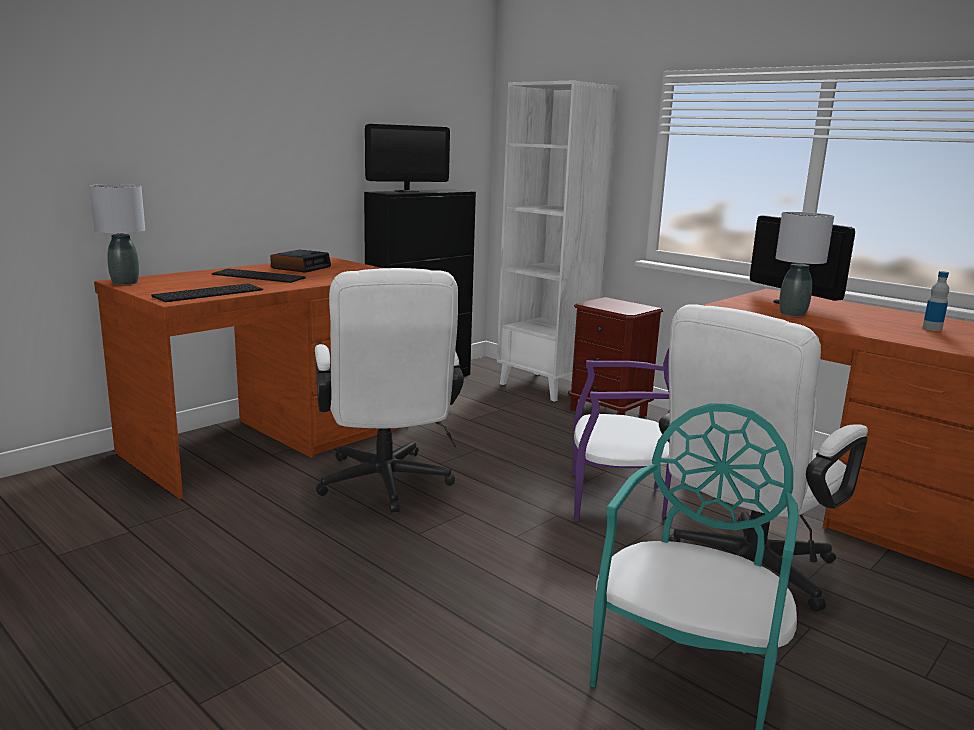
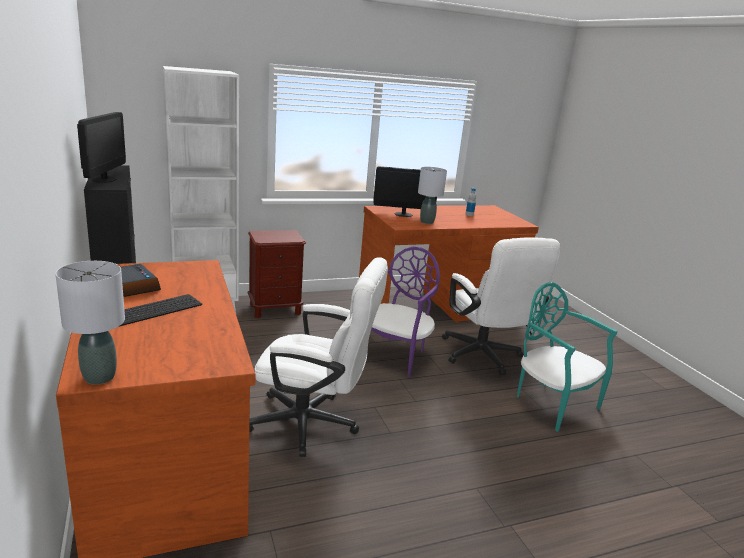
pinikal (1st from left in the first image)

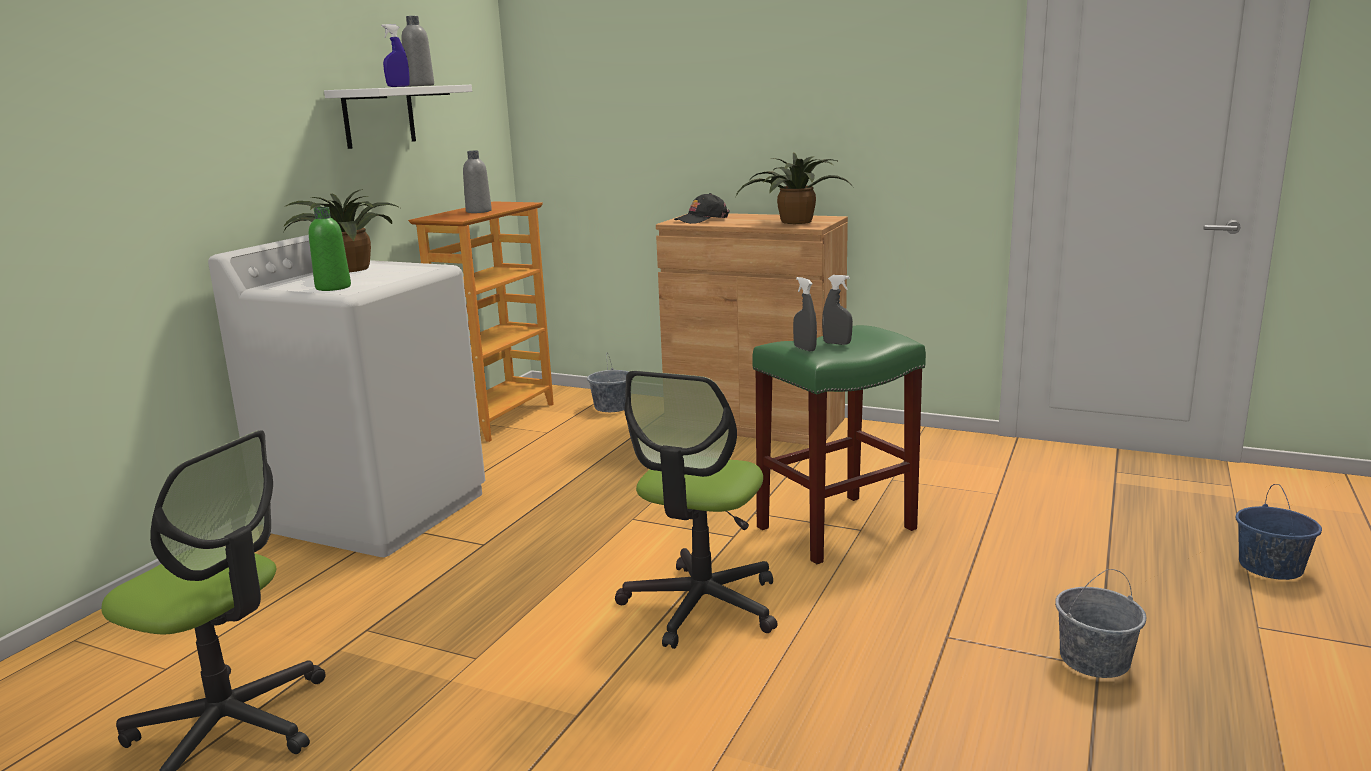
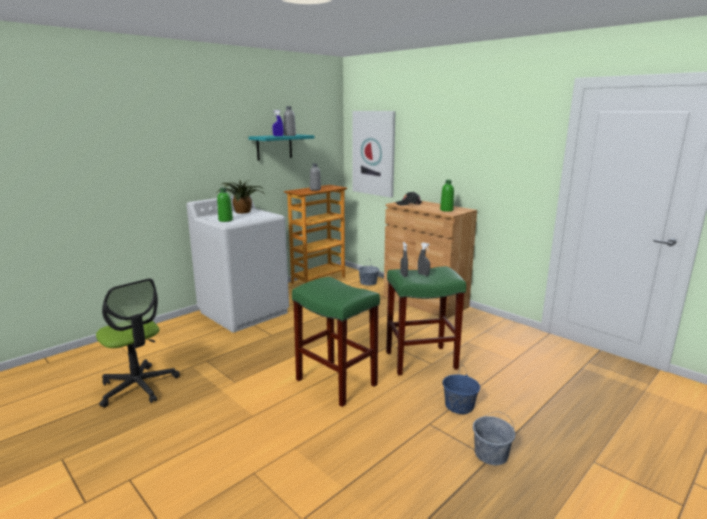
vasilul
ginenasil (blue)
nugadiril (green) (1st from left)
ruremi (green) (2nd from left)
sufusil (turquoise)

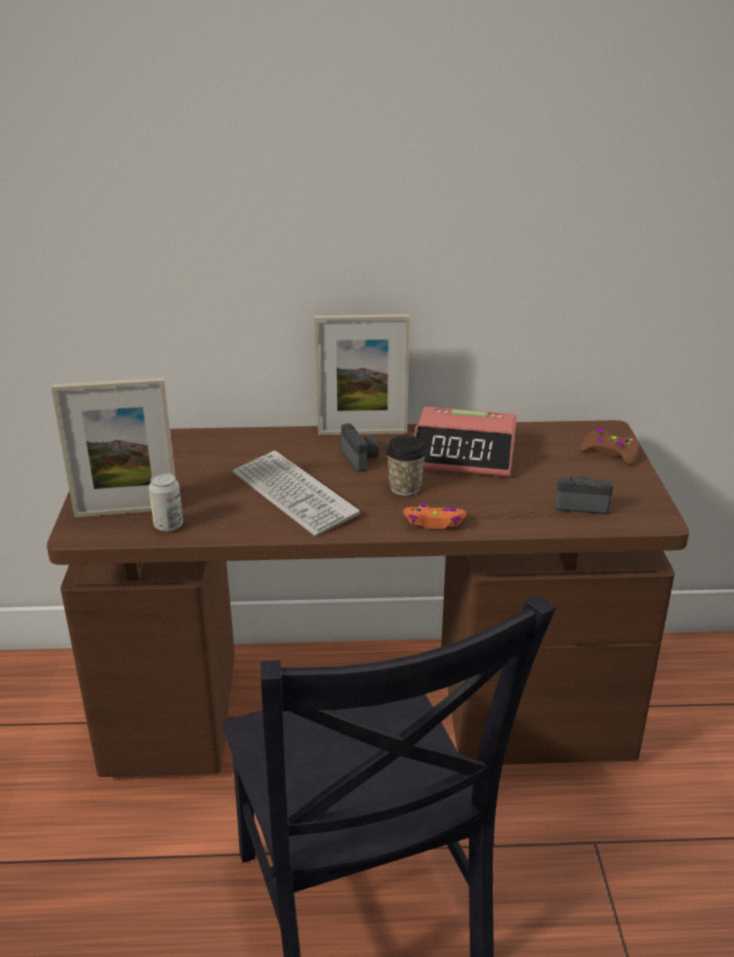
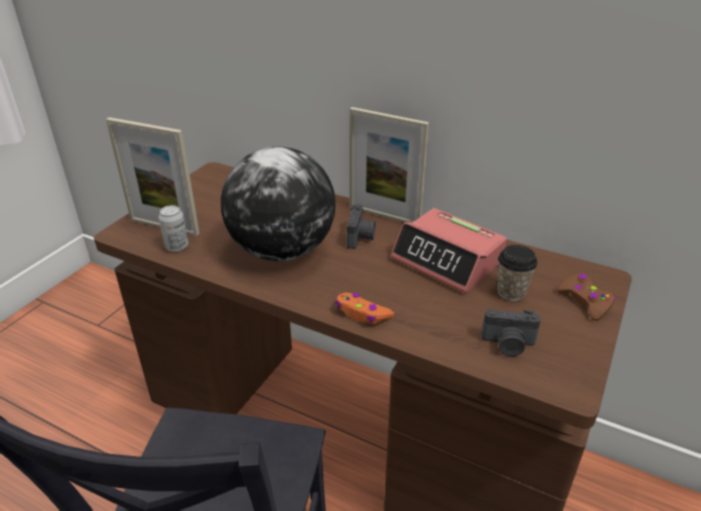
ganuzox
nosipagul
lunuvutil (2nd from left)

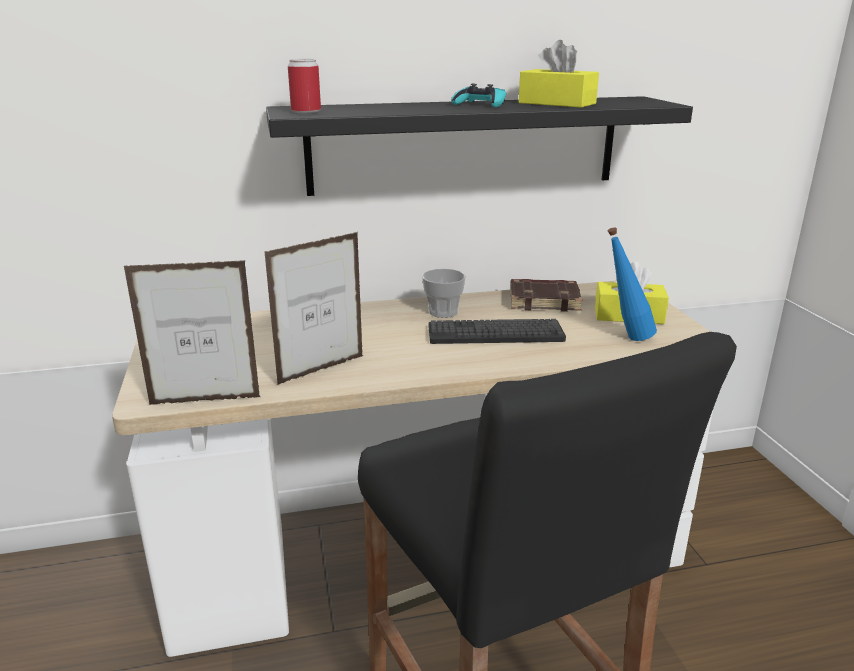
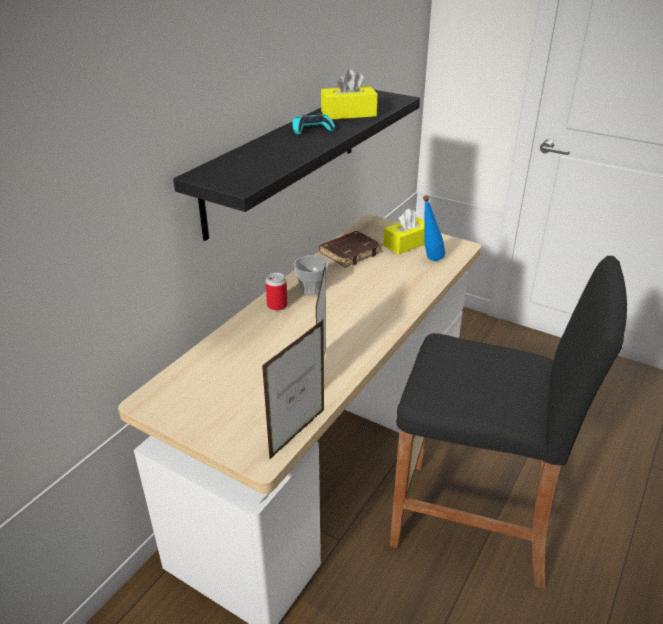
pinikal
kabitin

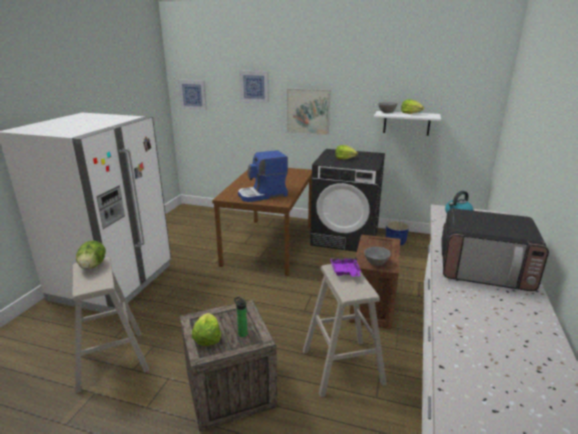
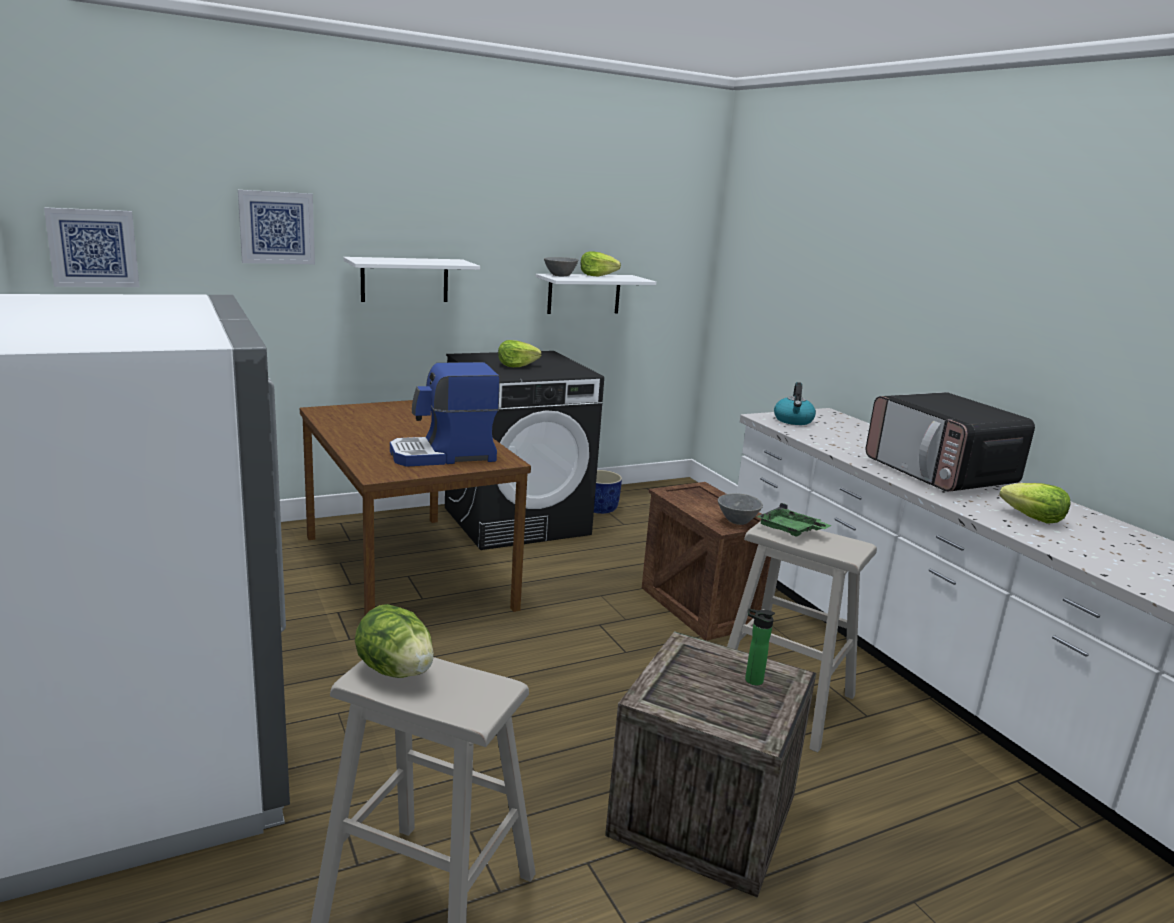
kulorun (4th from left)
sufusil (white) (1st from left)
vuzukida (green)
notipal
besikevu

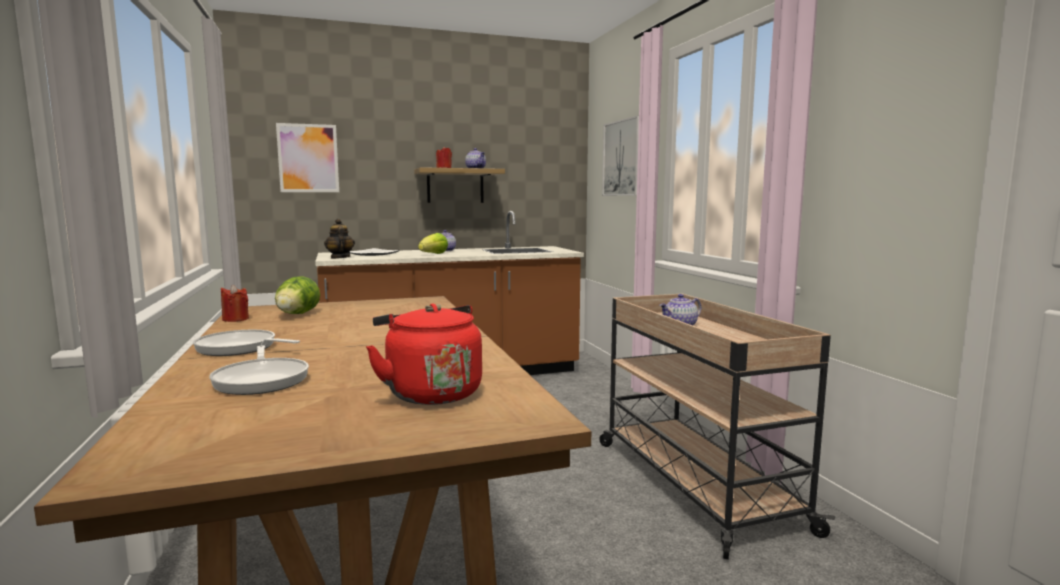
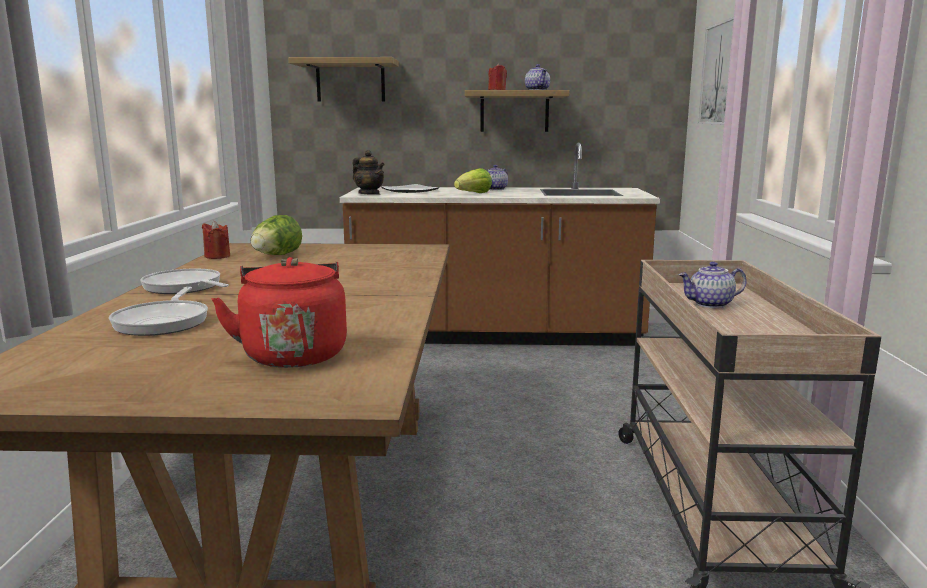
sufusil (1st from left)
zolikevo (1st from left)

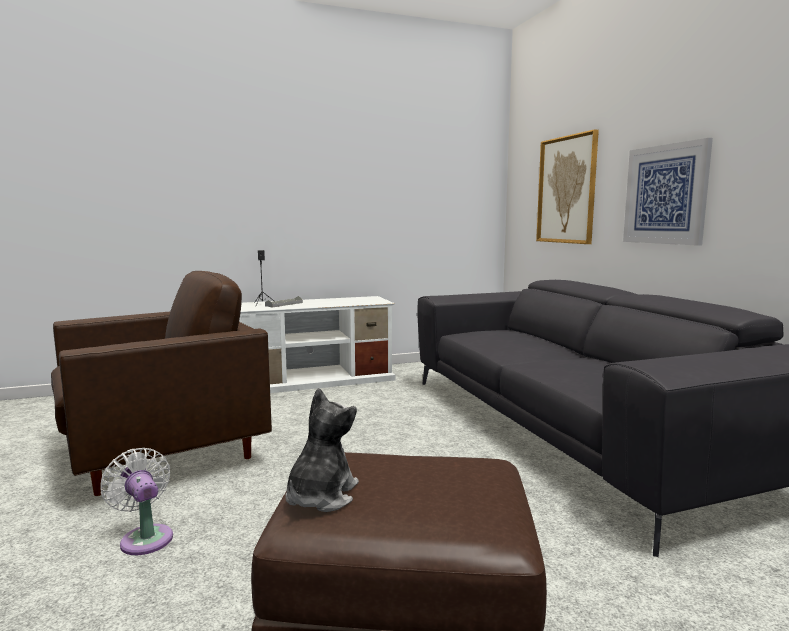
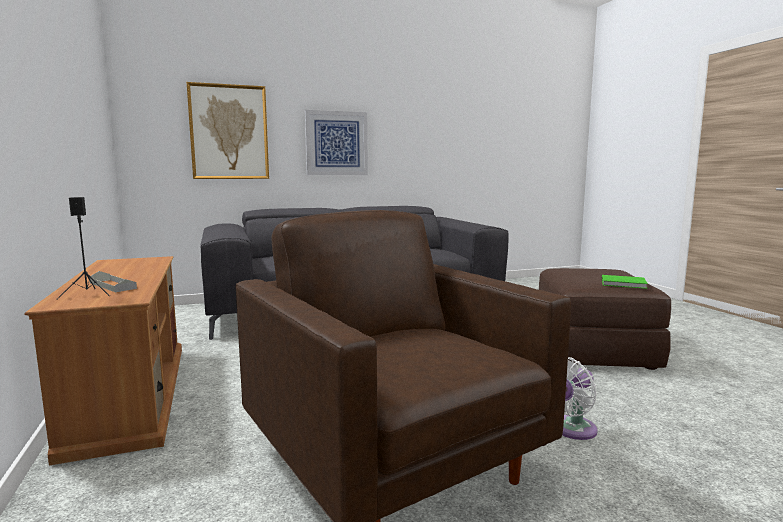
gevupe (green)
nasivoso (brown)

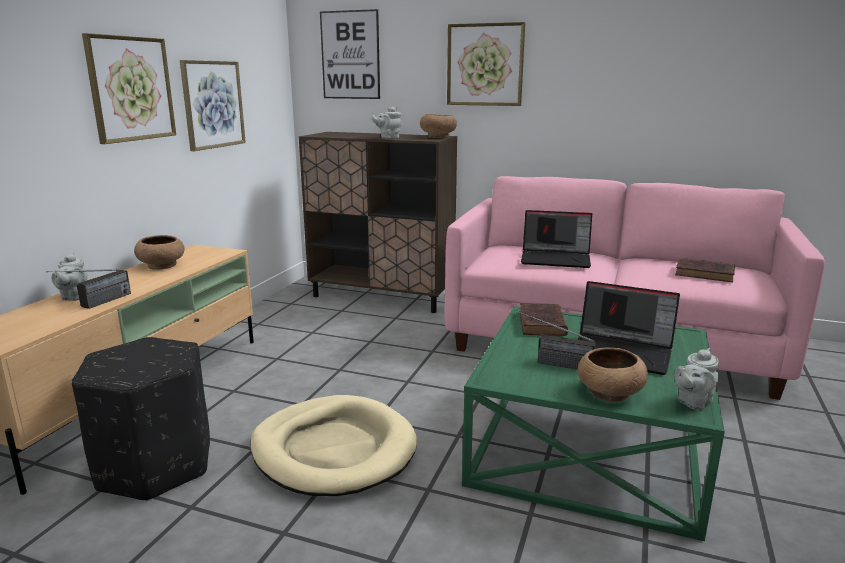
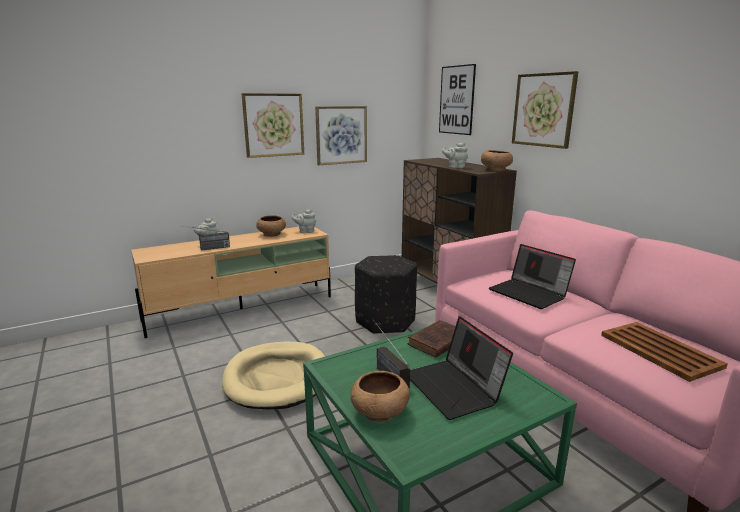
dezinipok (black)
zolikevo (grey) (2nd from left)
vuzukida (brown)

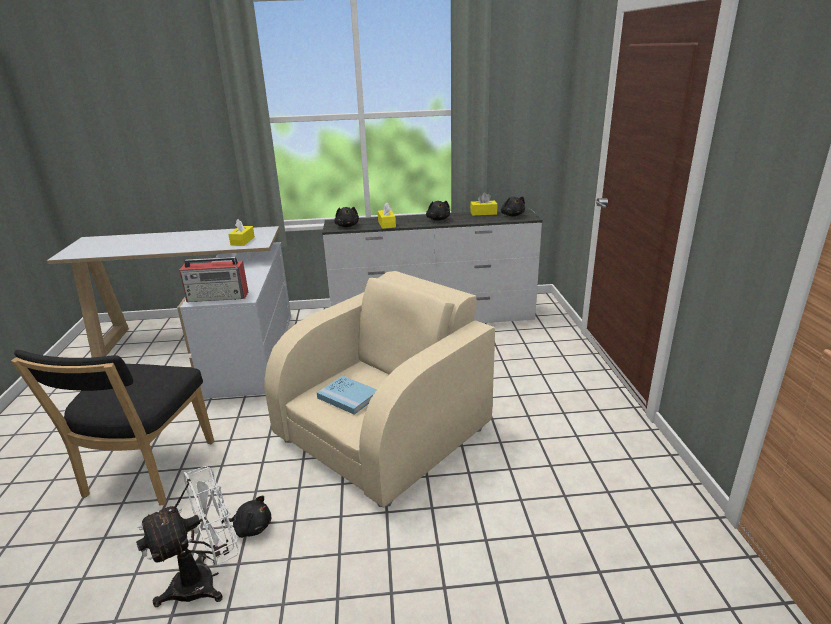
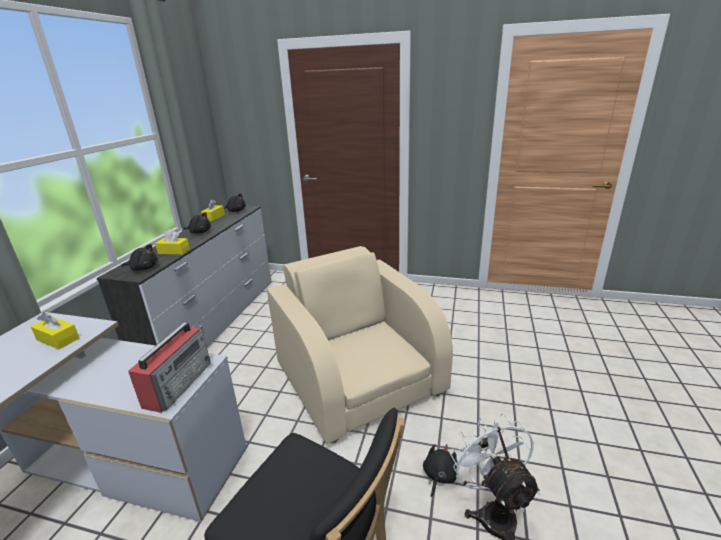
gevupe (blue)

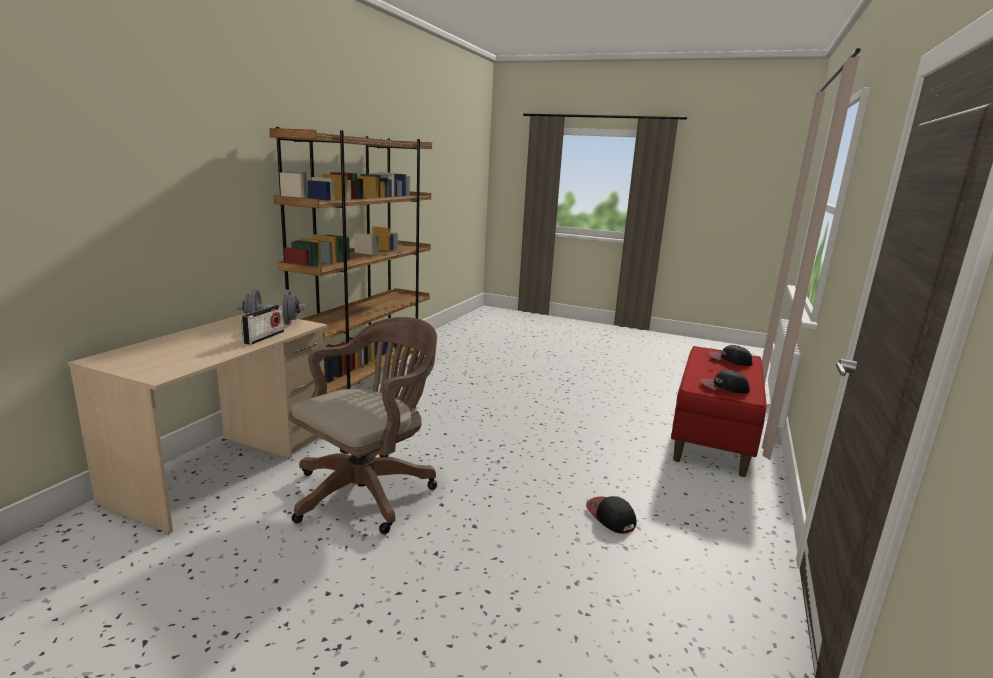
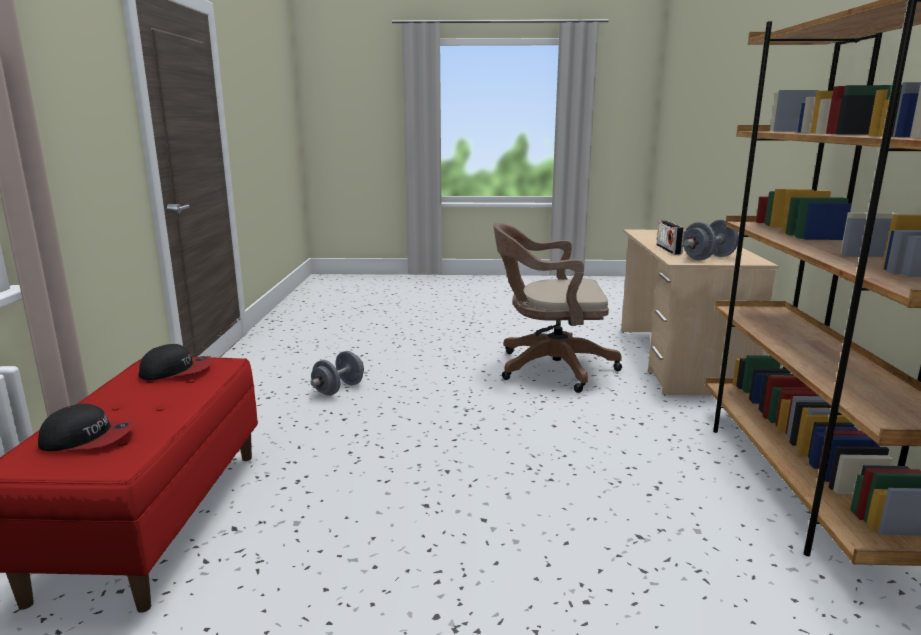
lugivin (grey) (1st from left)
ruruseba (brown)

